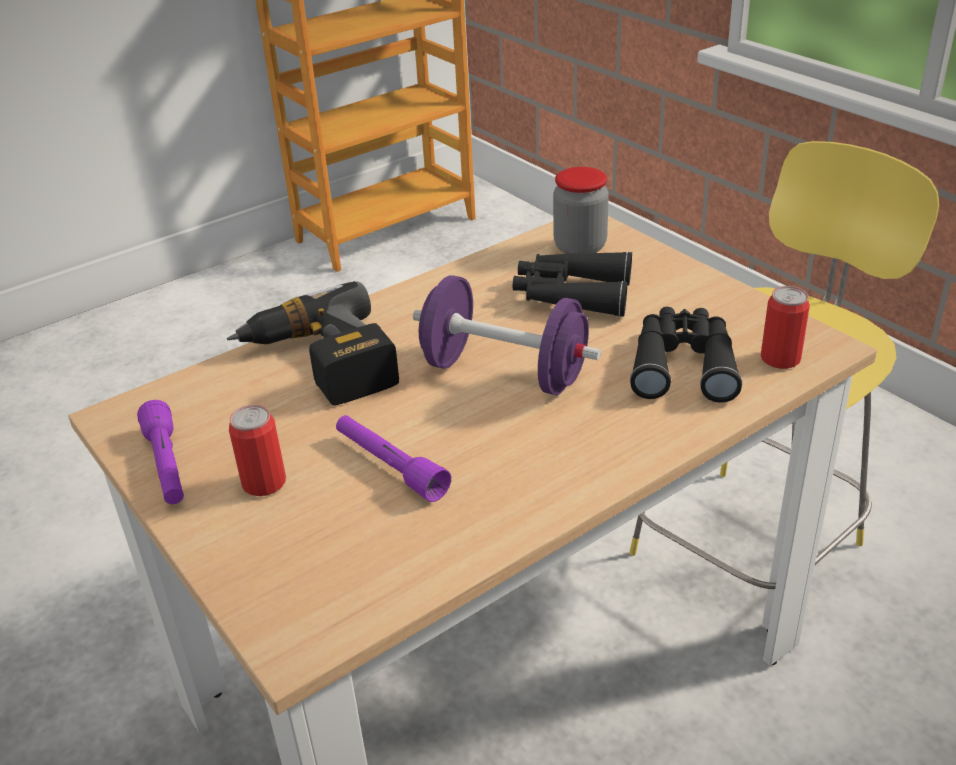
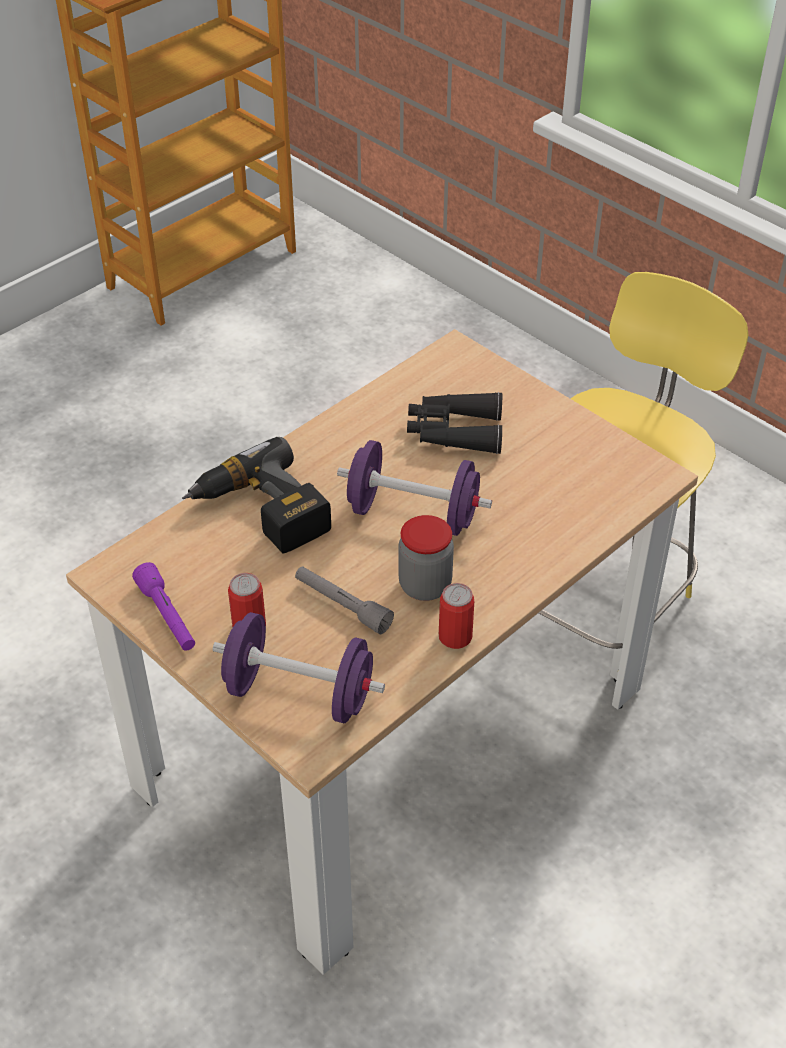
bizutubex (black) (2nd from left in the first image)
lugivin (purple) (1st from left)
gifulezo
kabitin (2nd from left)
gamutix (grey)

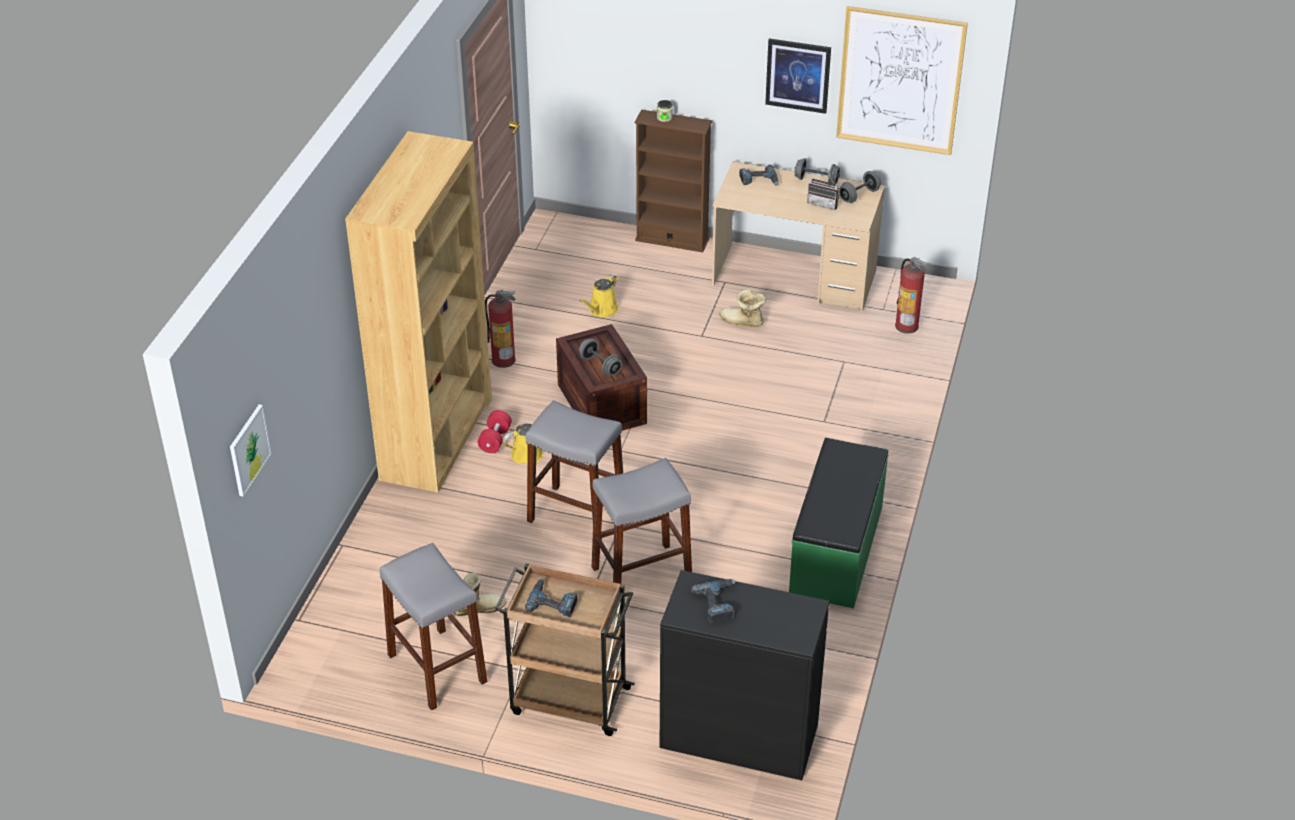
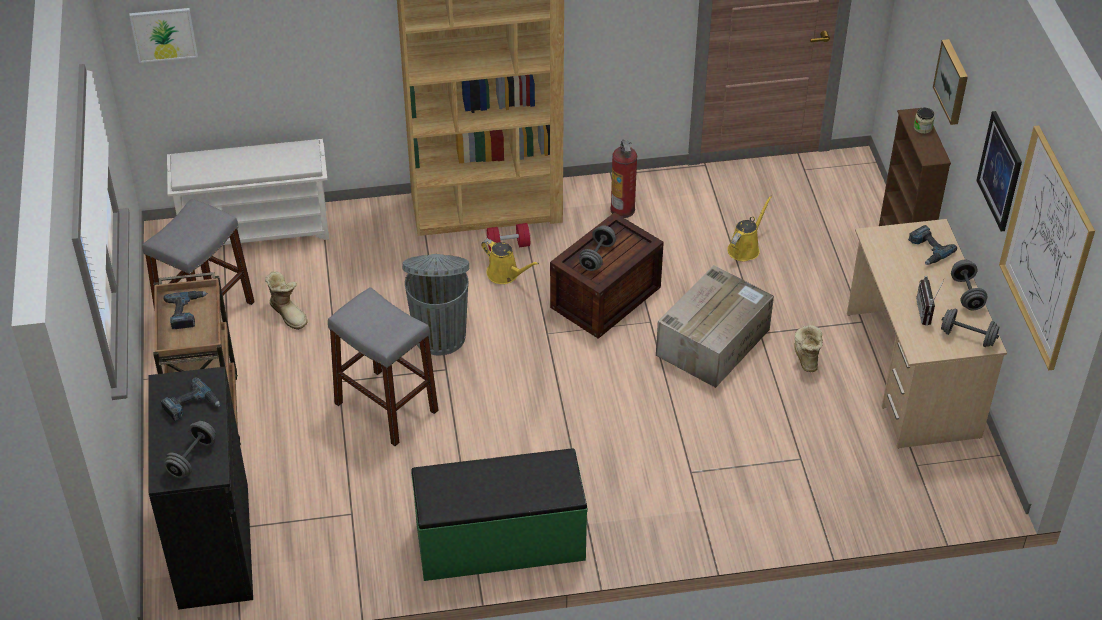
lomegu (2nd from left in the first image)
lugivin (grey) (1st from left)
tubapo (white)
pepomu
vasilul (2nd from left)
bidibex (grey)
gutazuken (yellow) (2nd from left)

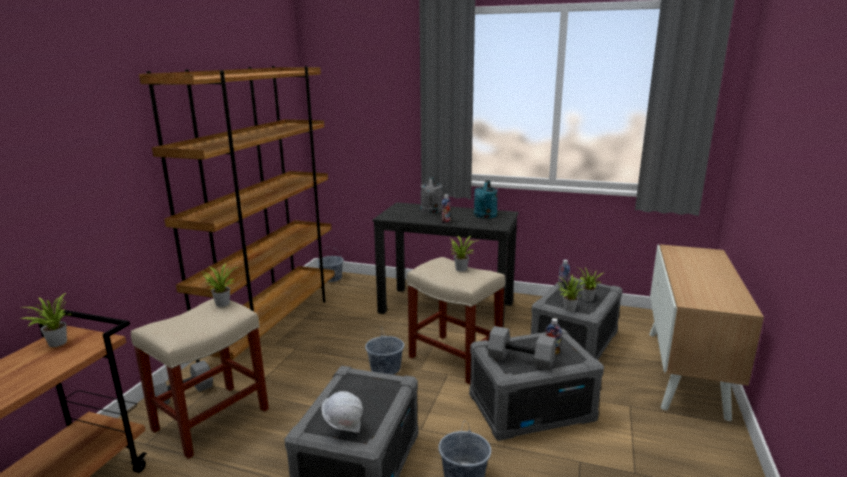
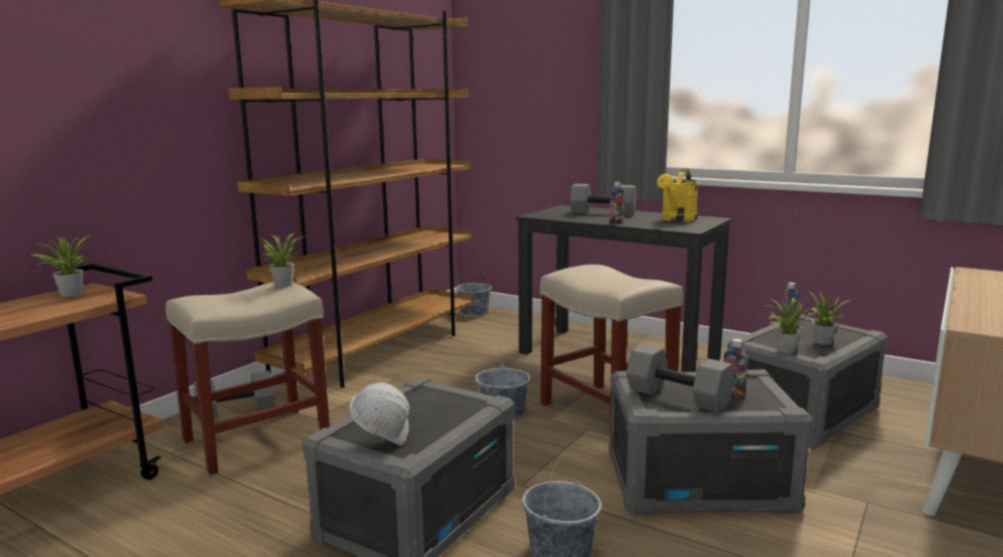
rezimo (3rd from left in the first image)
lugivin (grey) (2nd from left)
gutazuken (yellow)

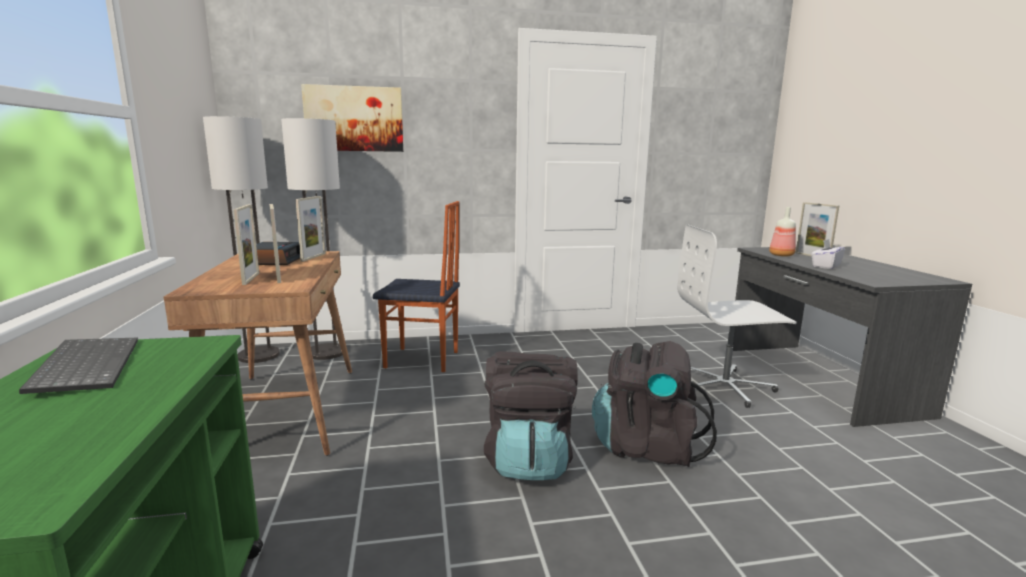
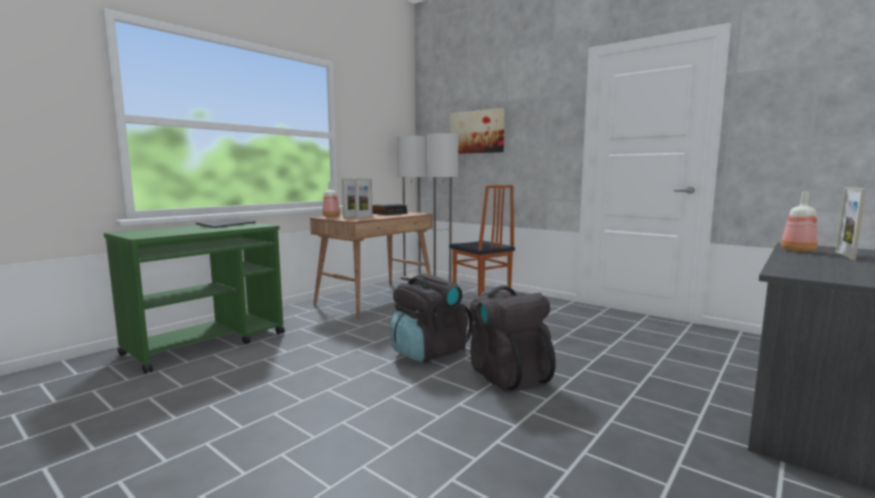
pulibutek (3rd from left in the first image)
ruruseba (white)
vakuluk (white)
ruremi (1st from left)

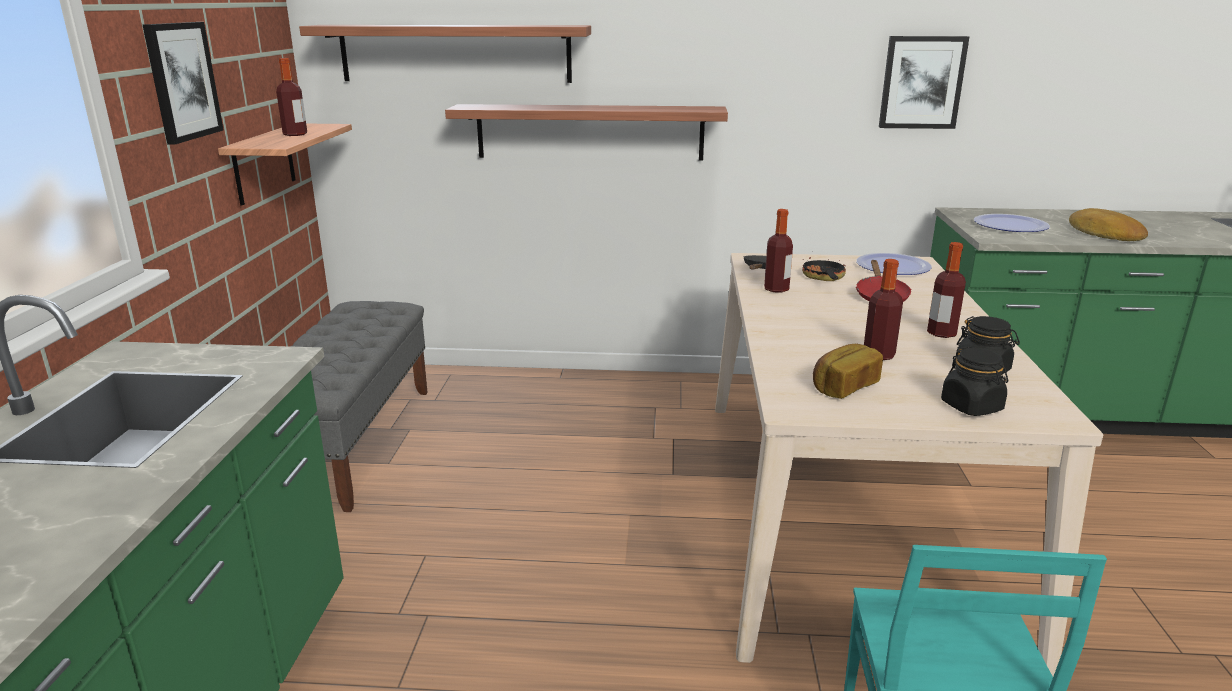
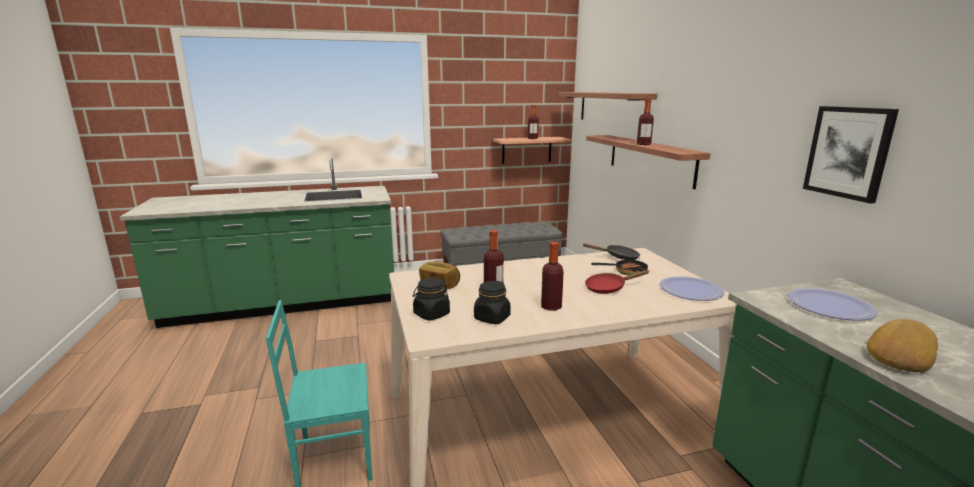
vasilul (1st from left in the first image)
ruremi (4th from left)

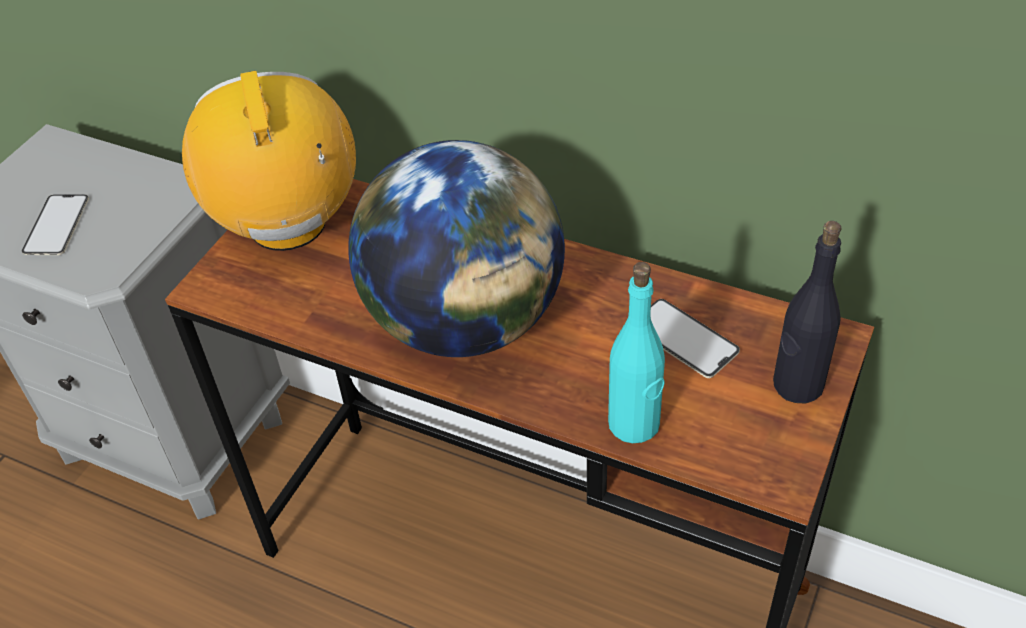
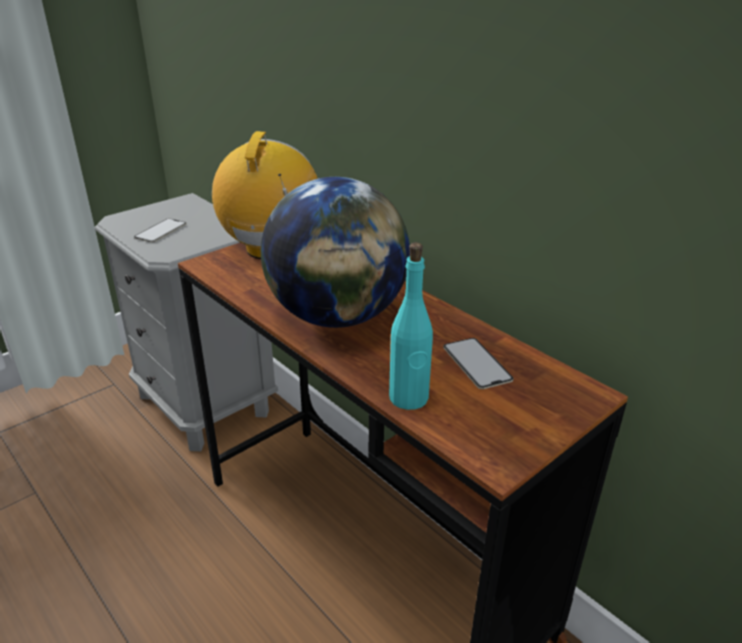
ruremi (black)

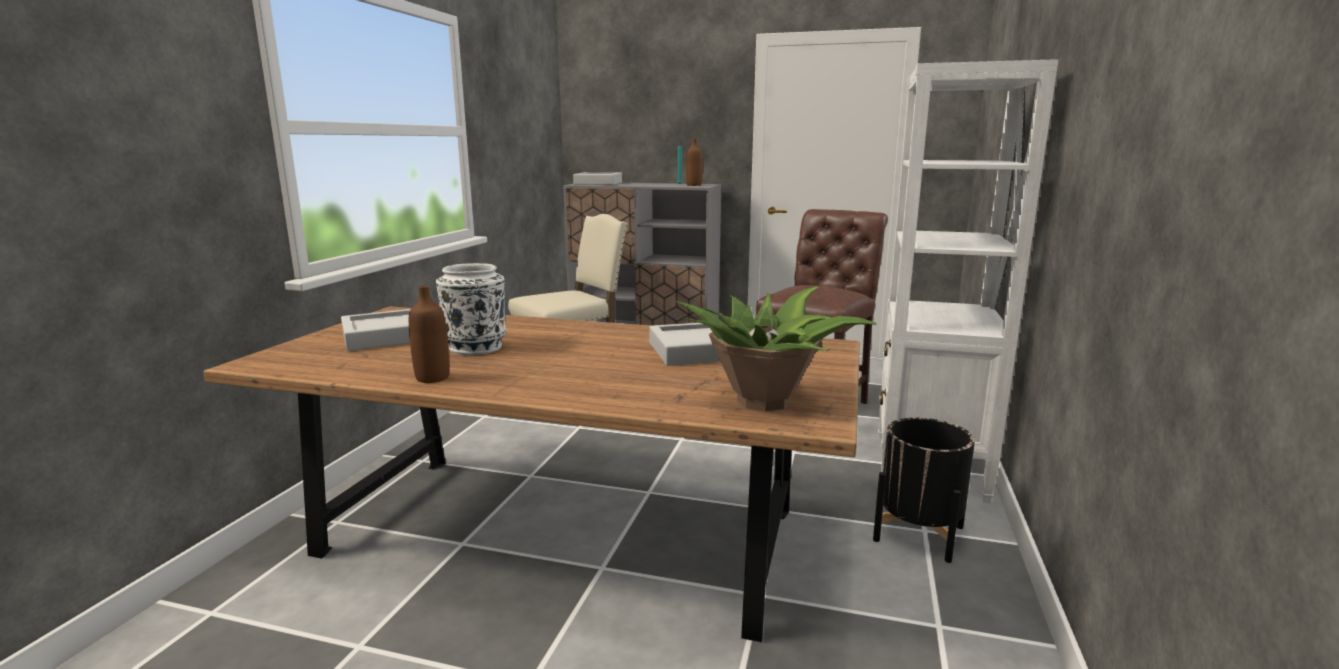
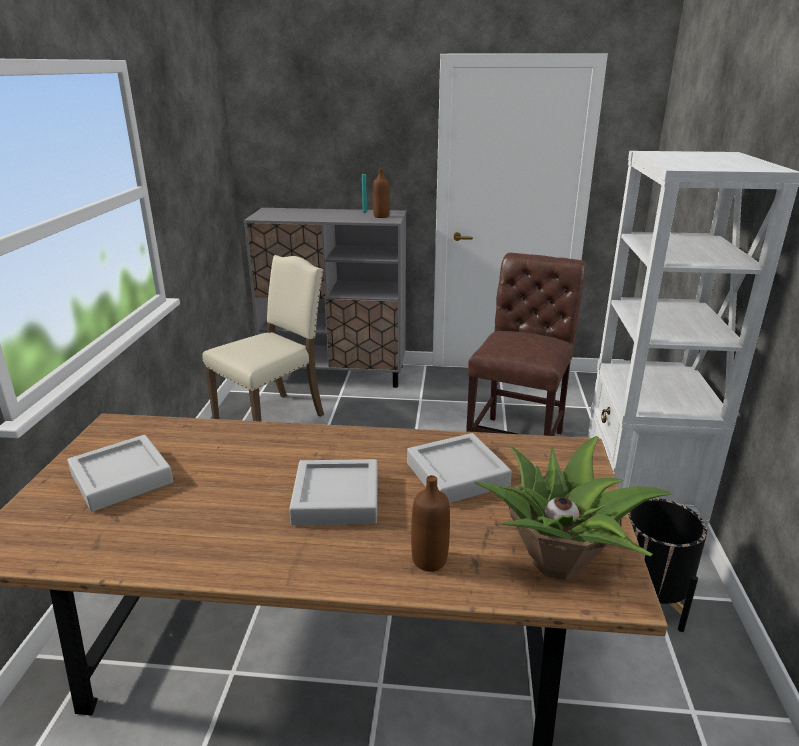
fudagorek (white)
ruremi (brown) (2nd from left)
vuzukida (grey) (2nd from left)

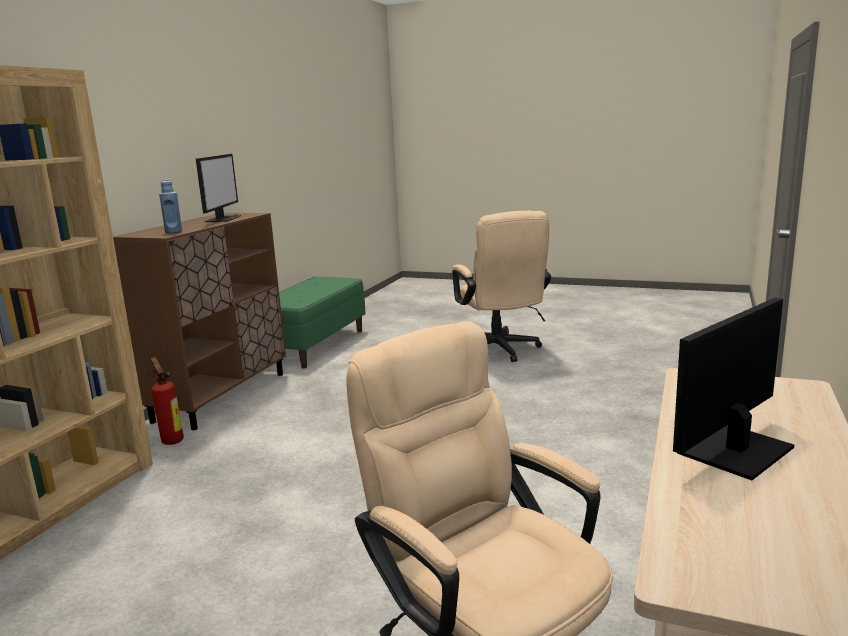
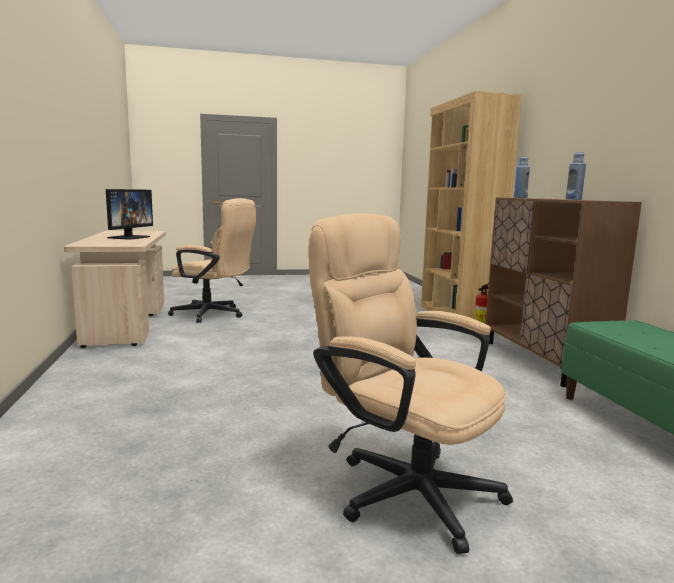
ruremi (blue) (2nd from left)

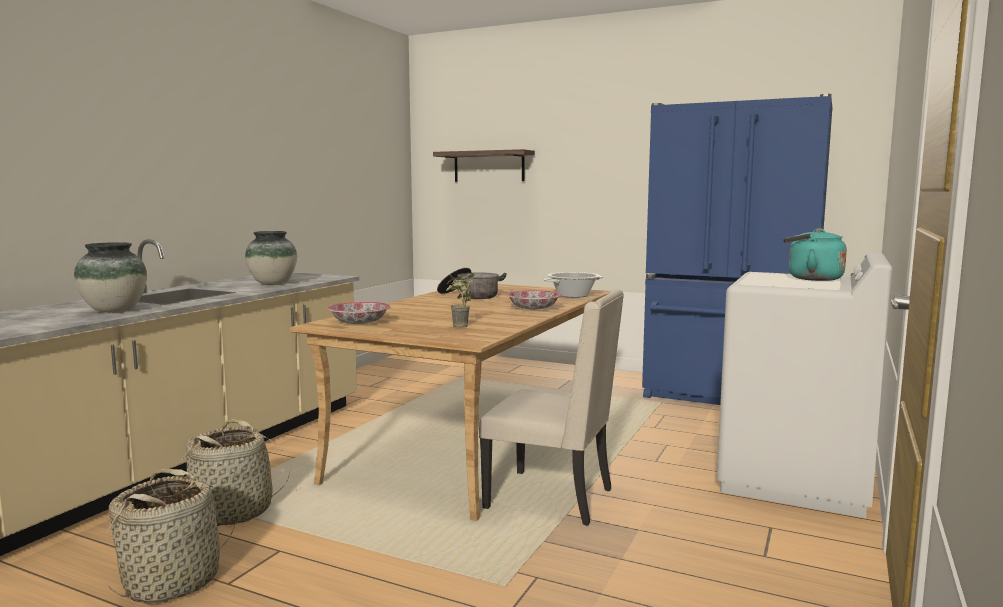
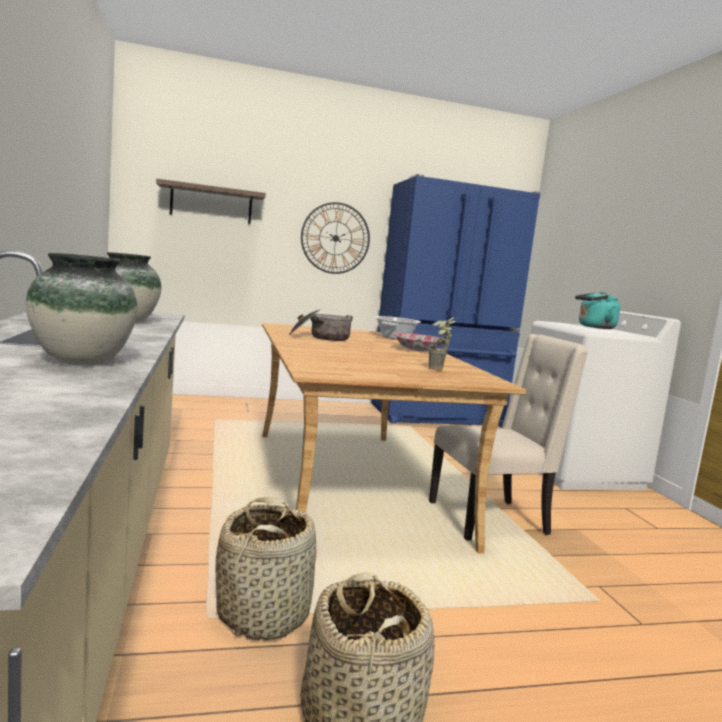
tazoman (1st from left in the first image)
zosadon

